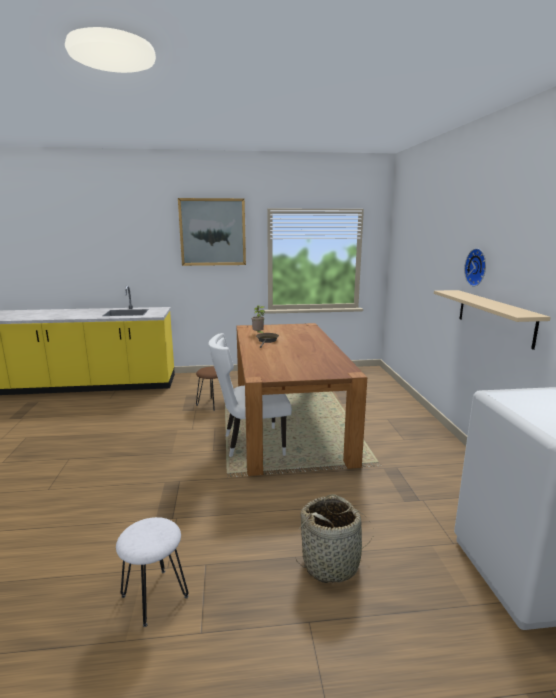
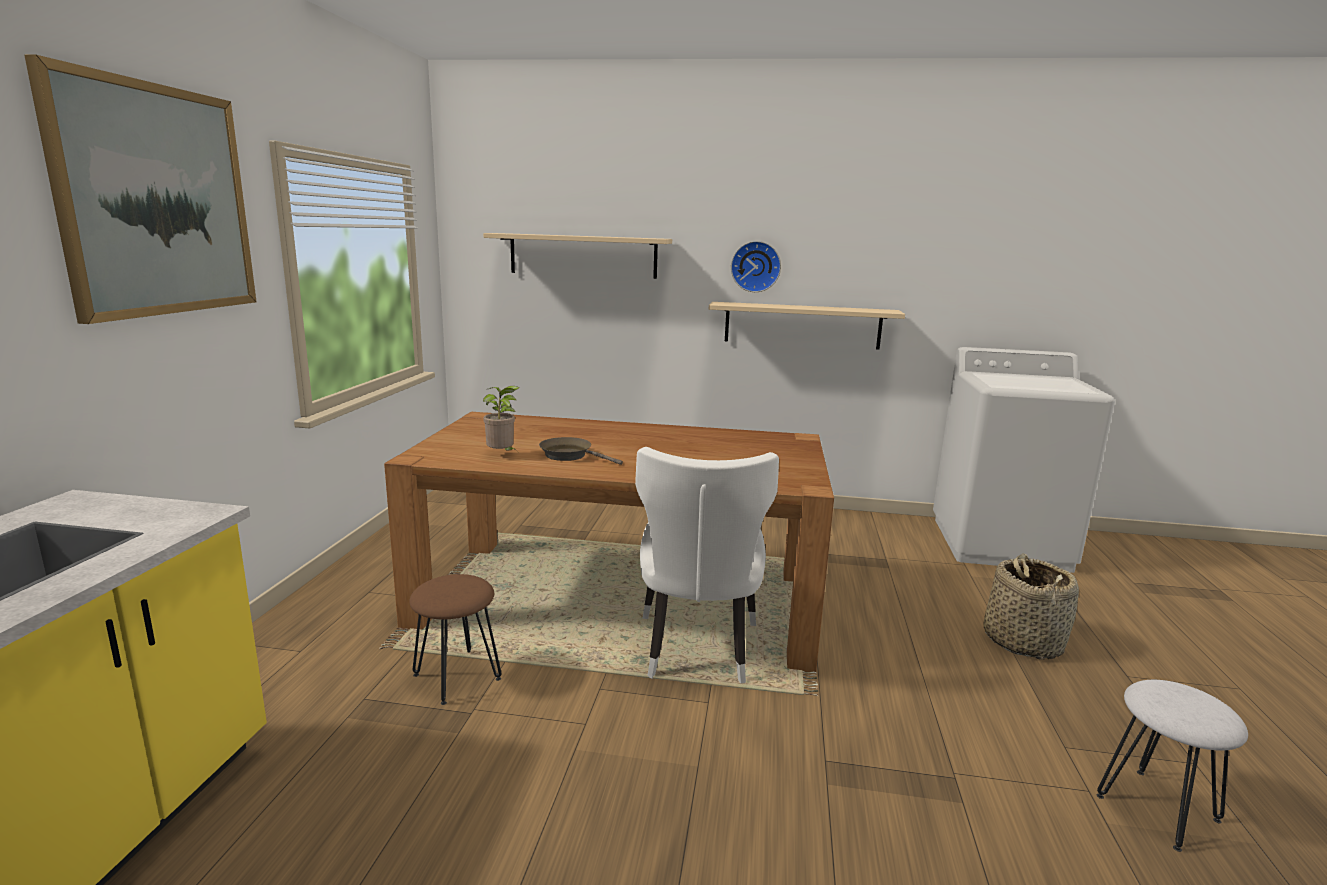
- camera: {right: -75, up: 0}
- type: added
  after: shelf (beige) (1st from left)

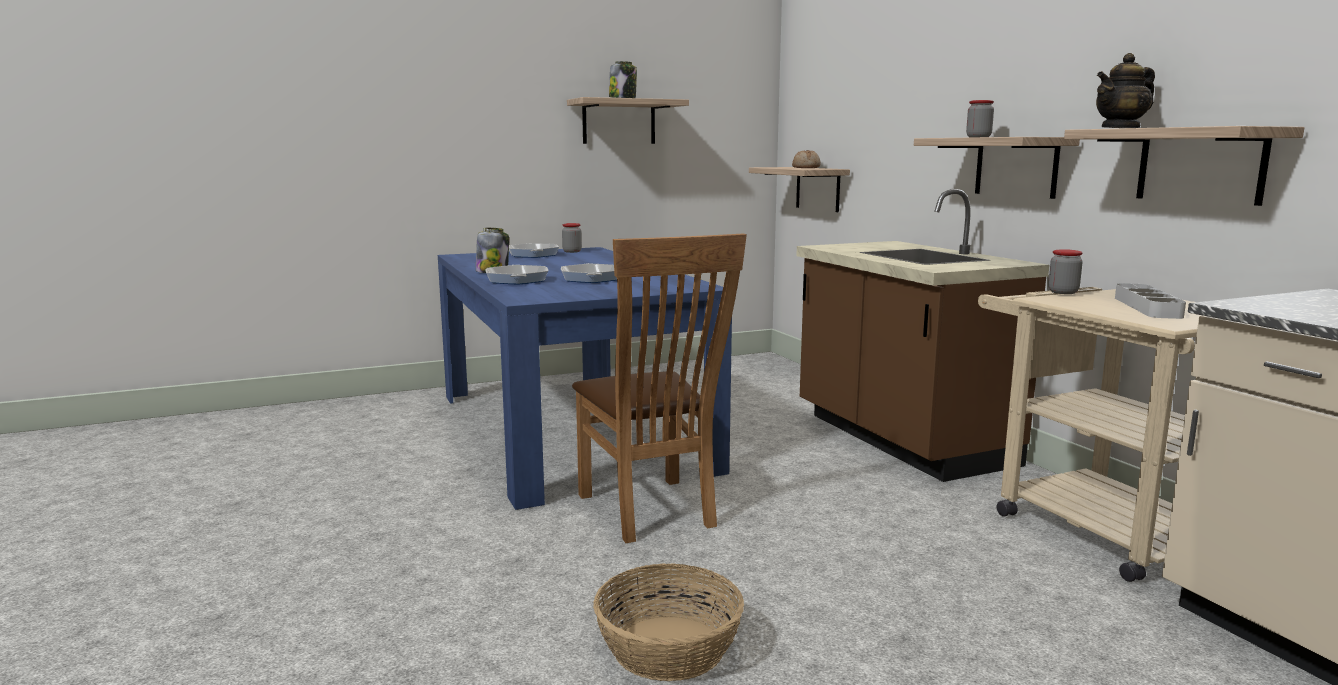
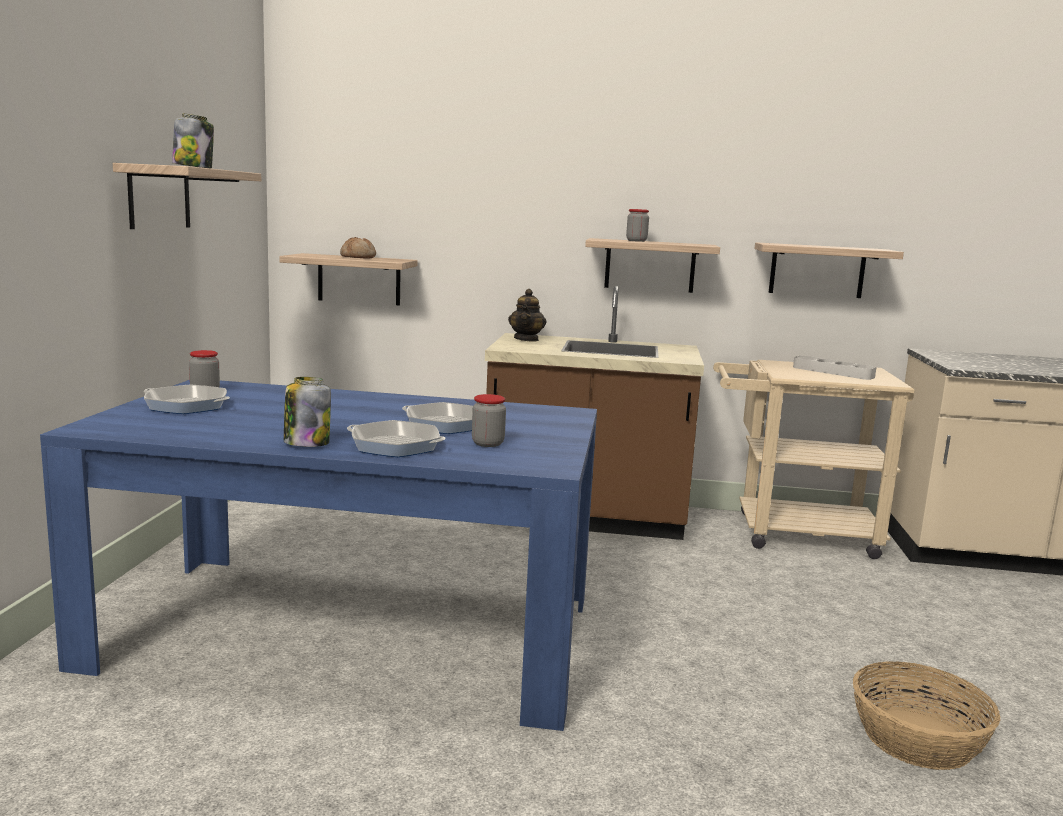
- camera: {right: -60, up: 0}
- type: moved
  before: teapot
- type: removed
  before: chair (brown)
- type: moved
  before: jar (5th from left in the first image)
  after: jar (4th from left)

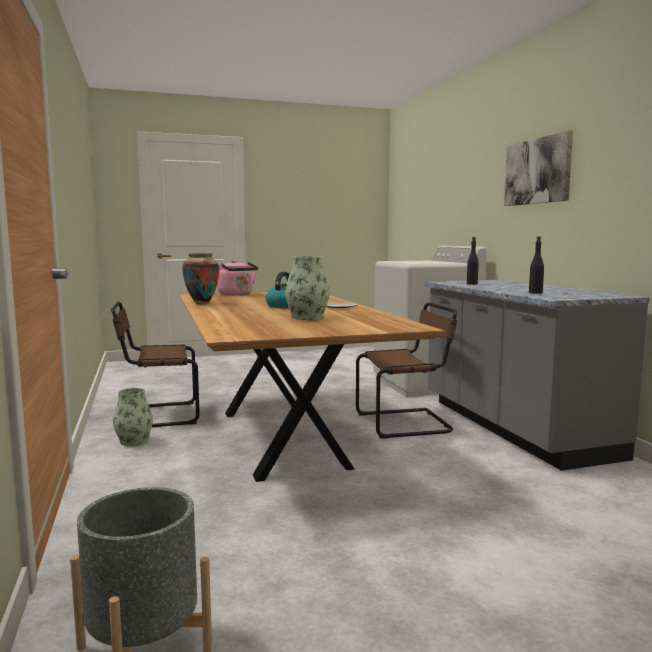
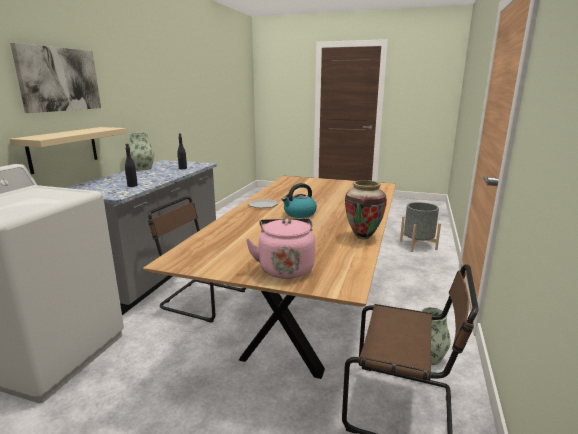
- camera: {right: -145, up: 10}
- type: moved
  before: vase (3rd from left in the first image)
  after: vase (1st from left)
- type: added
  after: shelf (beige)

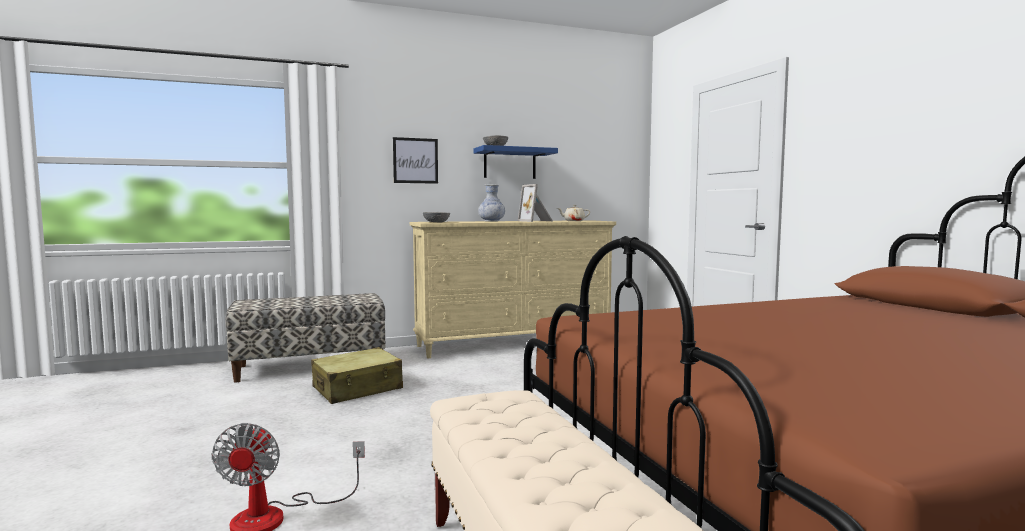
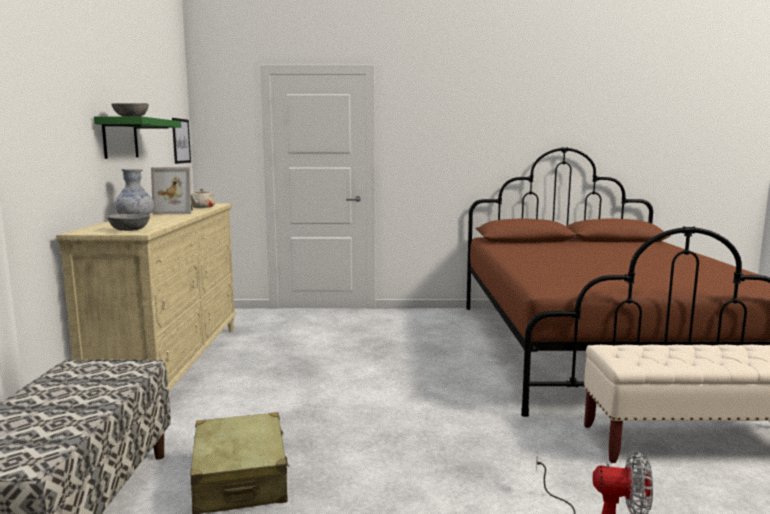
- camera: {right: -70, up: 5}
- type: moved
  before: picture
- type: recoloured
  before: shelf (blue)
  after: shelf (green)

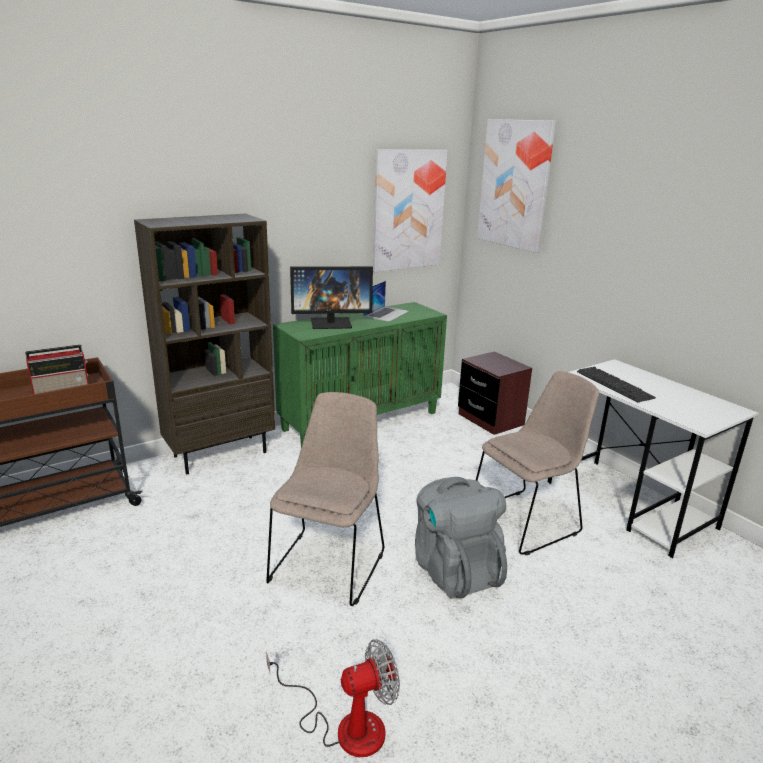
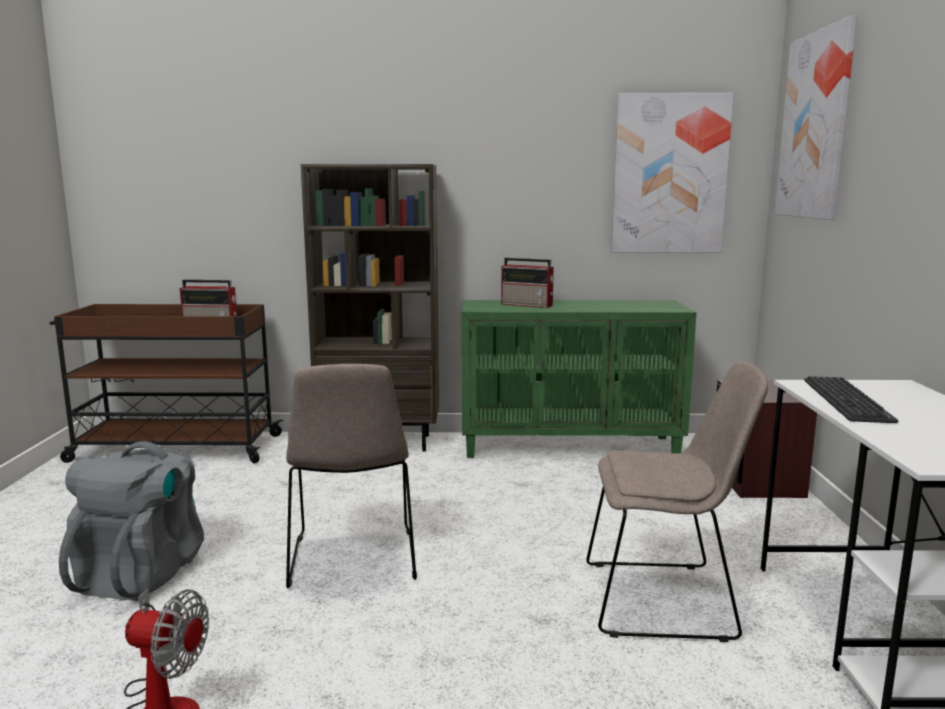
- camera: {right: 35, up: -10}
- type: replaced
  before: monitor
  after: radio (2nd from left)
- type: removed
  before: laptop
- type: turned
  before: chair (beige) (1st from left)
  turn: 120
- type: moved
  before: backpack (grey)

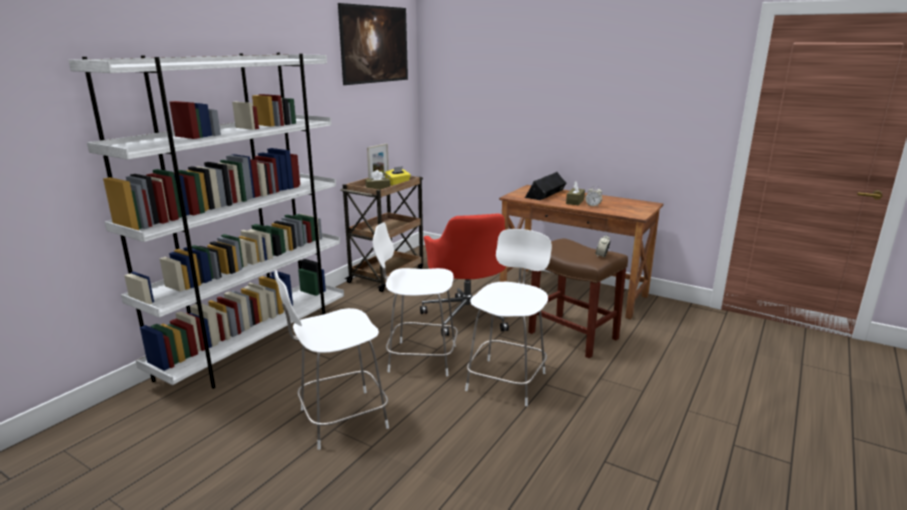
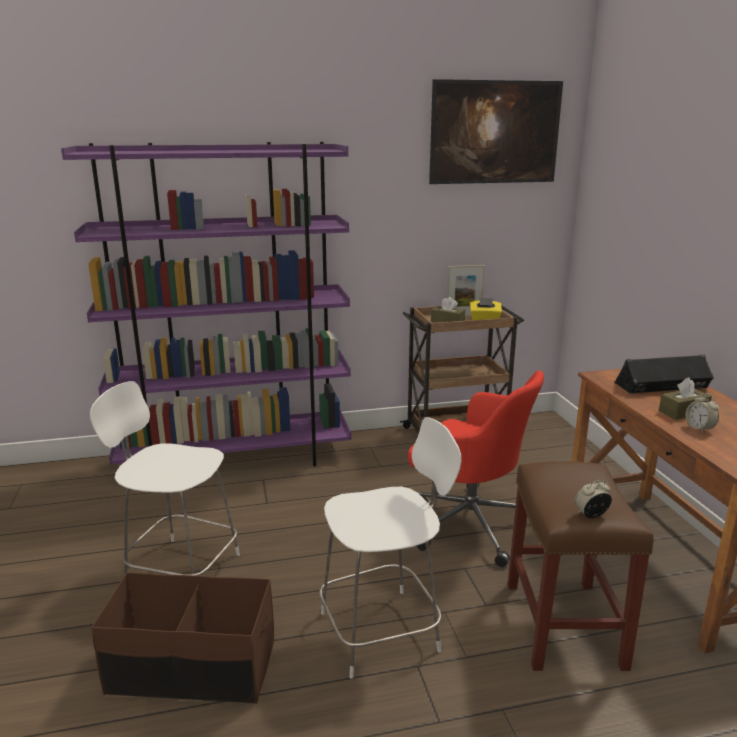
- camera: {right: 45, up: 0}
- type: recoloured
  before: bookcase (white)
  after: bookcase (purple)
- type: turned
  before: office chair (red)
  turn: -90
- type: removed
  before: chair (white) (2nd from left)
- type: added
  after: storage box (brown)

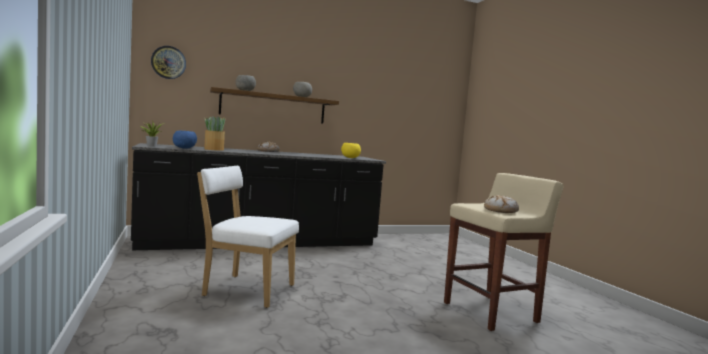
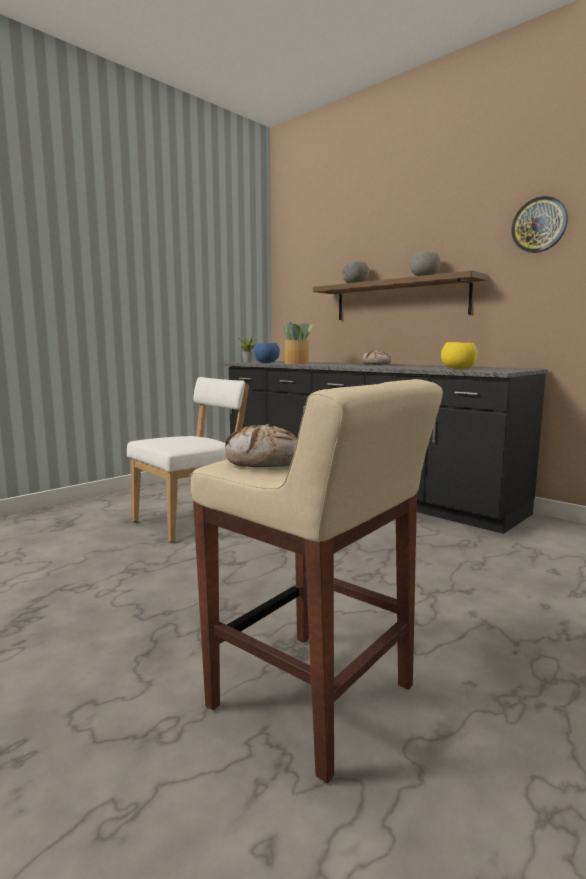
- camera: {right: 65, up: 5}
- type: moved
  before: wall clock
- type: turned
  before: chair (white)
  turn: 60

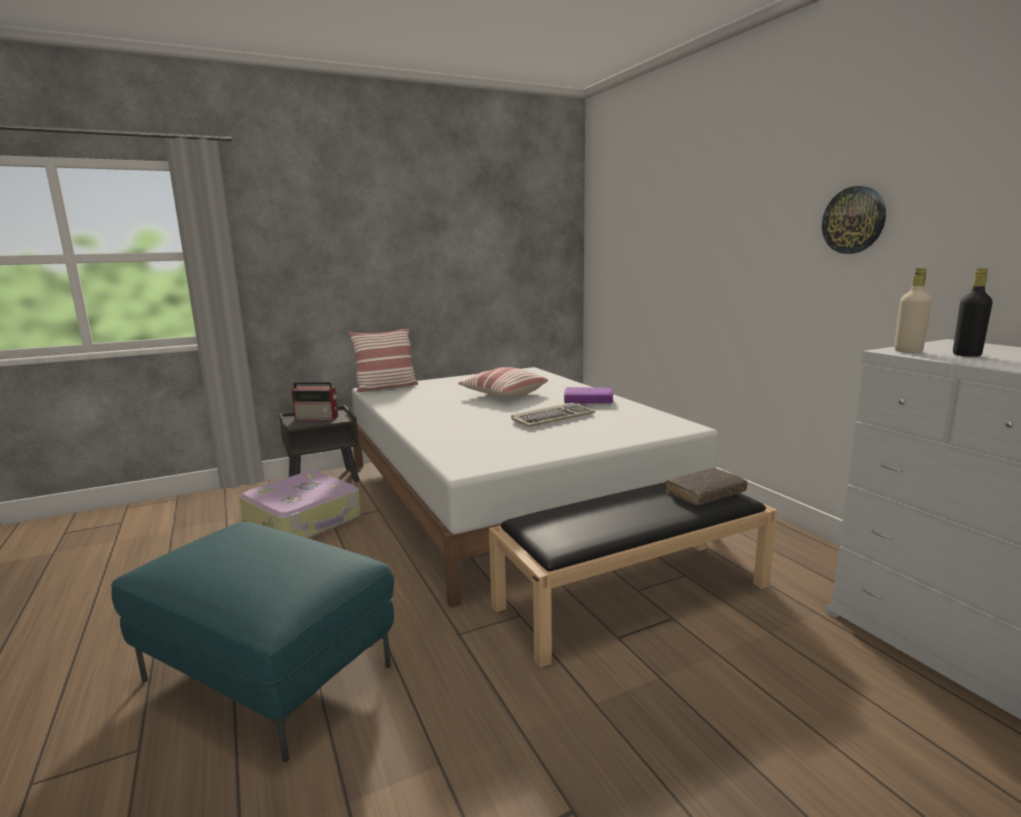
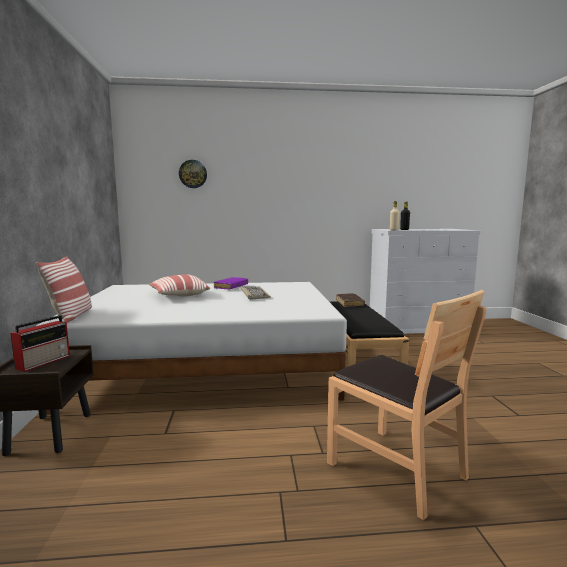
- camera: {right: -70, up: -5}
- type: moved
  before: wall clock
- type: removed
  before: suitcase
- type: replaced
  before: ottoman (turquoise)
  after: chair (brown)

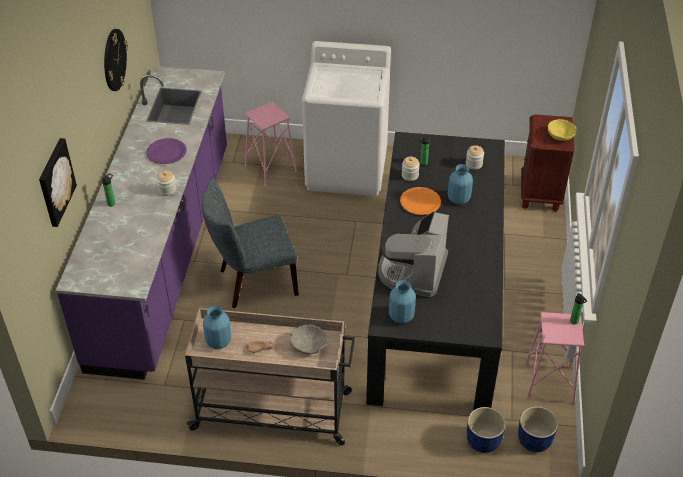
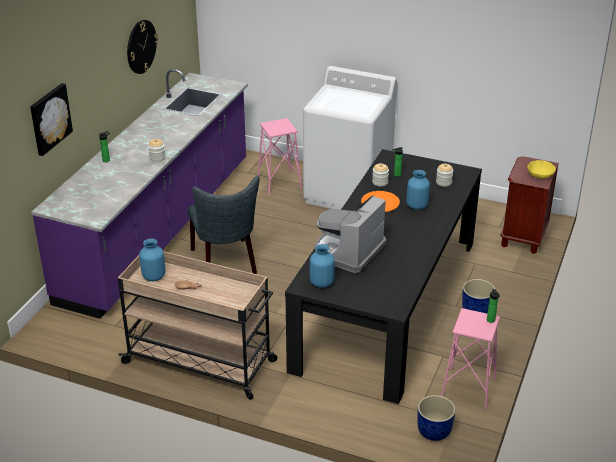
- camera: {right: 15, up: -10}
- type: removed
  before: plate (purple)
- type: turned
  before: chair (grey)
  turn: -105
- type: removed
  before: bowl (grey)
- type: moved
  before: planter (blue) (1st from left in the first image)
  after: planter (blue) (2nd from left)

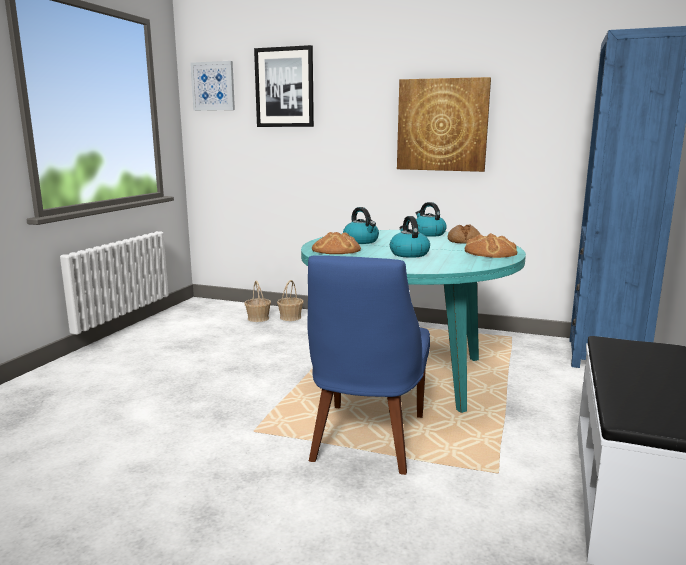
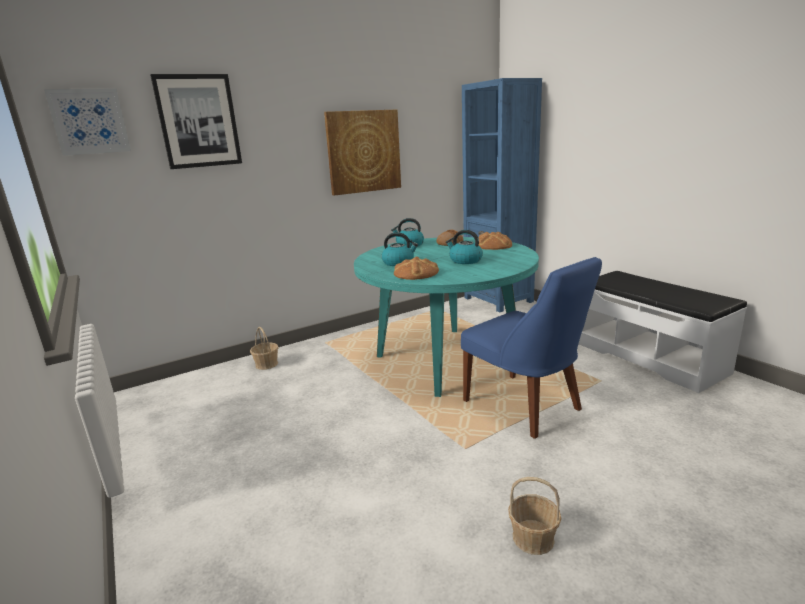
- camera: {right: -50, up: 5}
- type: moved
  before: basket (1st from left in the first image)
  after: basket (2nd from left)

